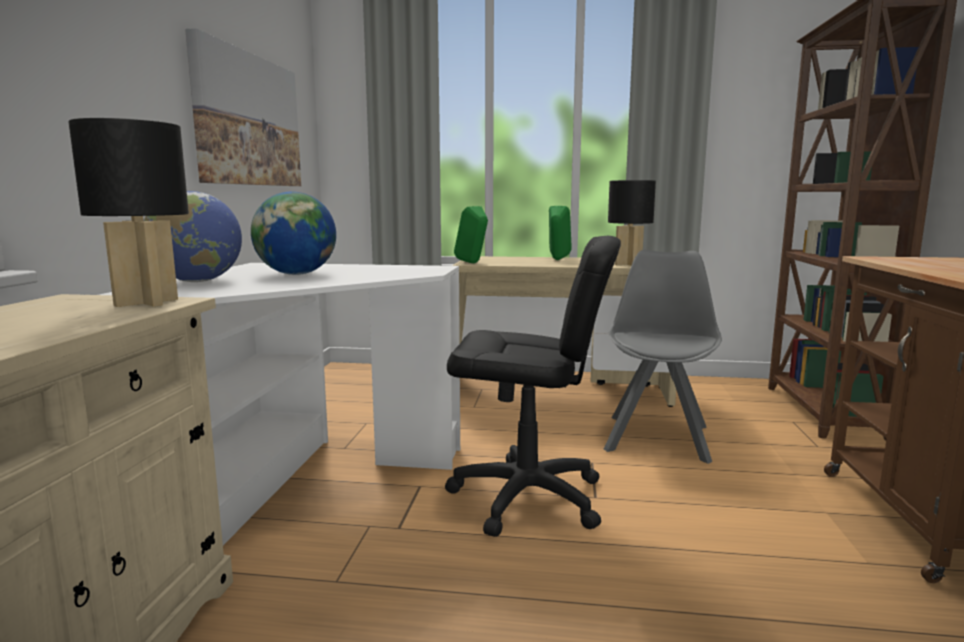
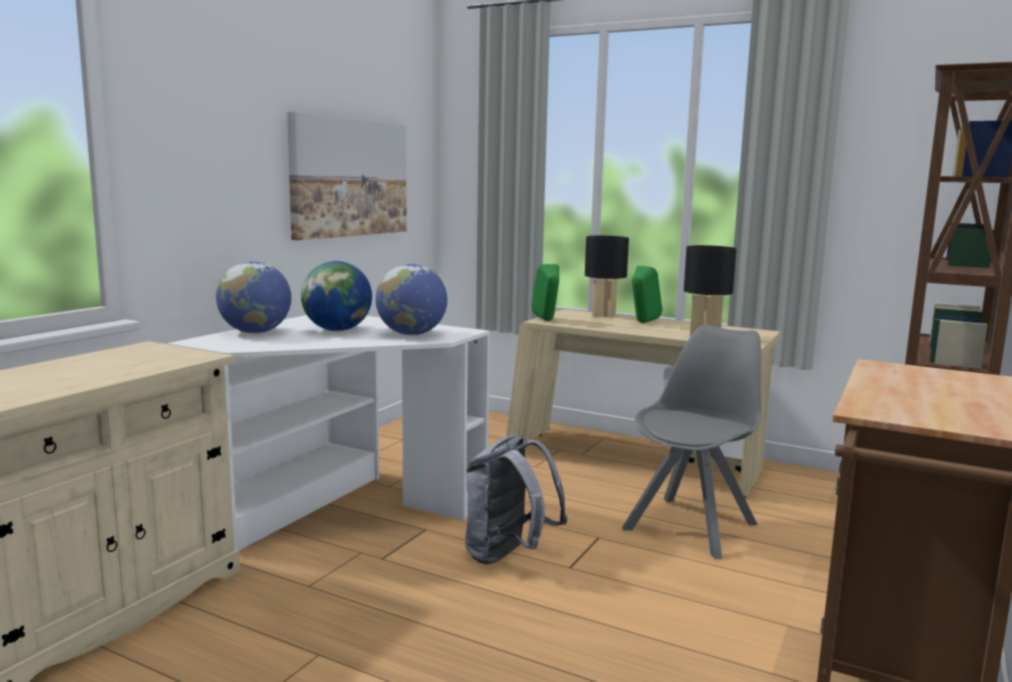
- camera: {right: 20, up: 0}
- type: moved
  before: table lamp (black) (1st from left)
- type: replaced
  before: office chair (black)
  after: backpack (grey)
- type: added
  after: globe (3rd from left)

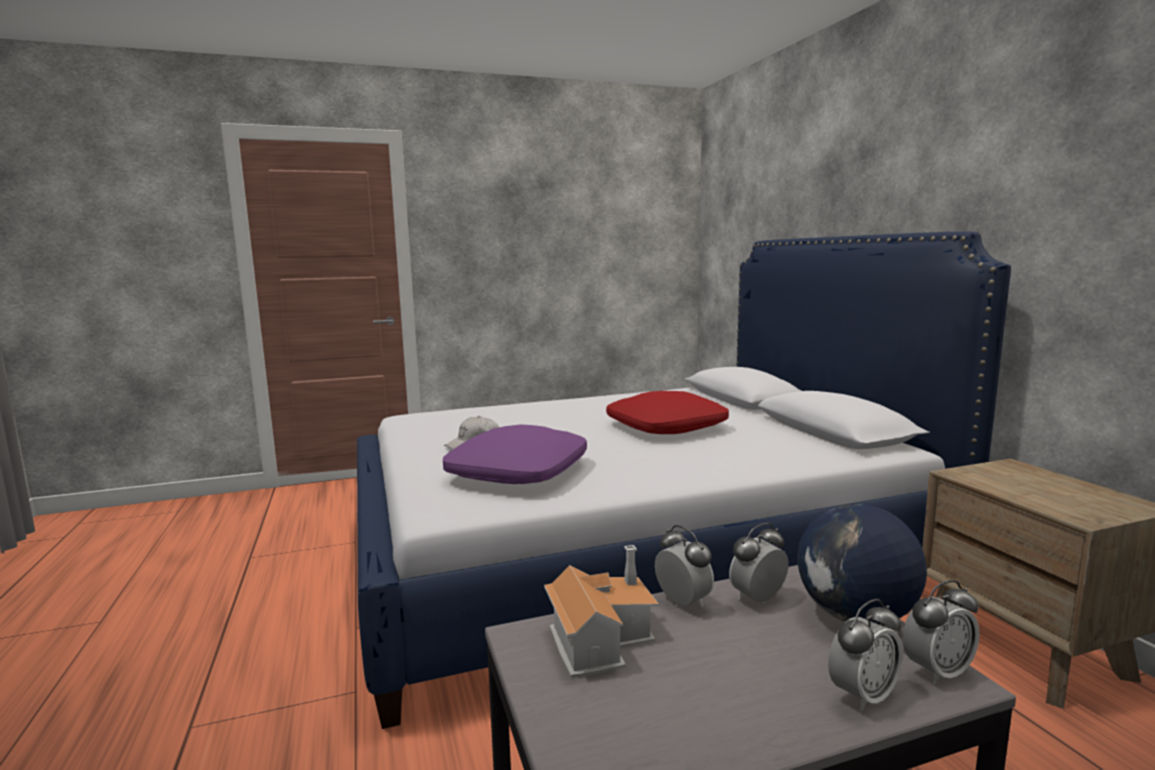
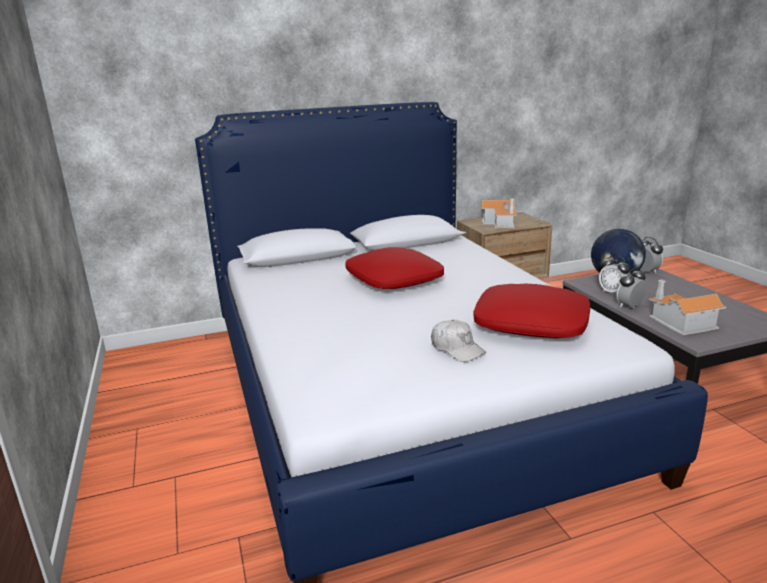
- camera: {right: -90, up: 10}
- type: recoloured
  before: pillow (purple)
  after: pillow (red) (2nd from left)
- type: removed
  before: alarm clock (3rd from left)
- type: added
  after: toy house (1st from left)

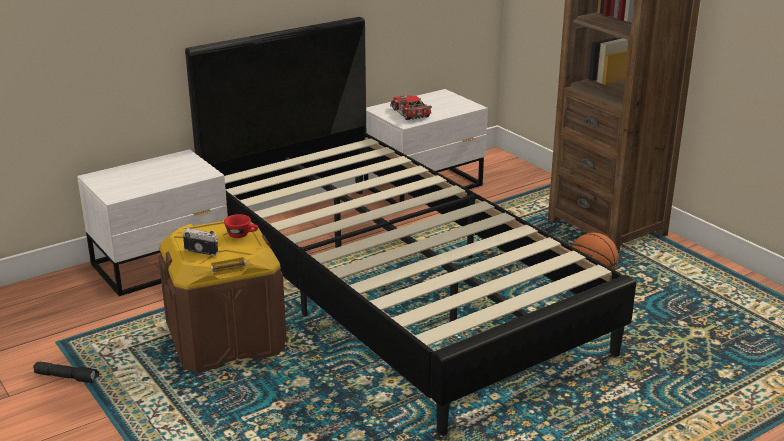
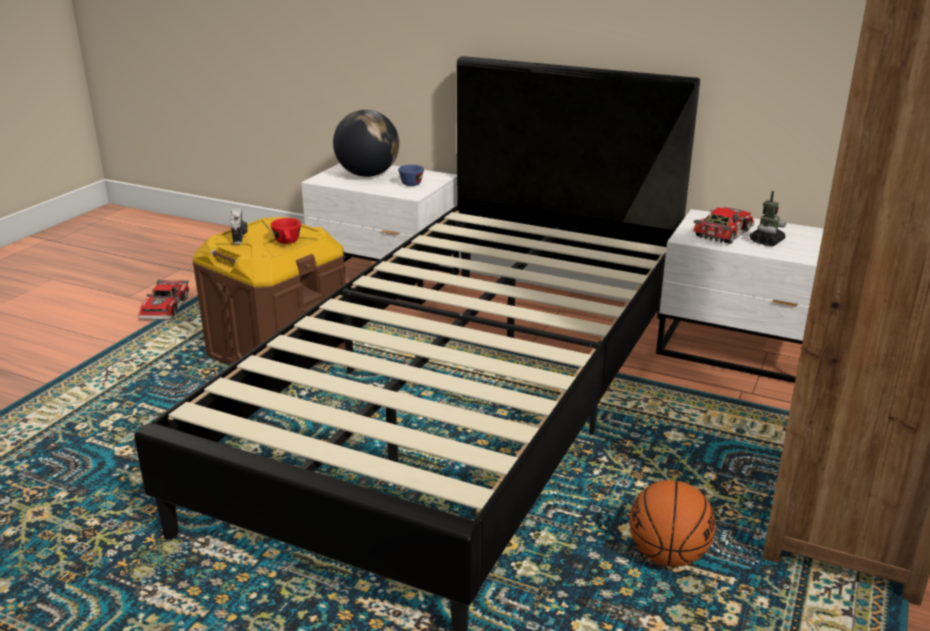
- camera: {right: 60, up: 0}
- type: replaced
  before: flashlight (black)
  after: toy car (1st from left)
- type: added
  after: globe
- type: added
  after: cup (blue)
- type: added
  after: toy robot

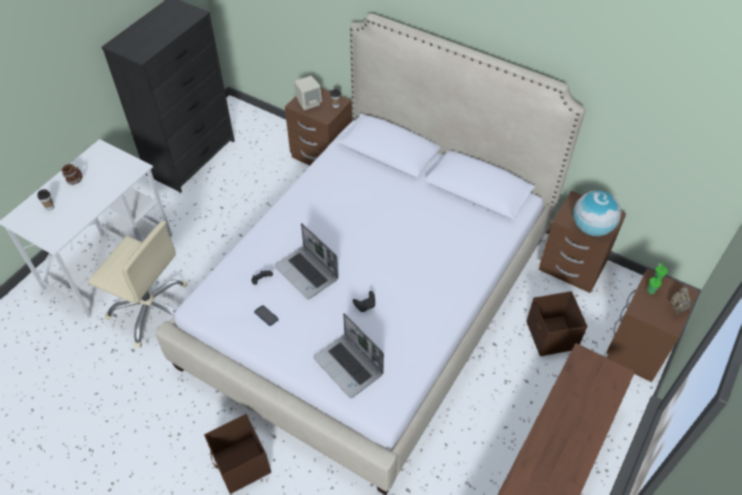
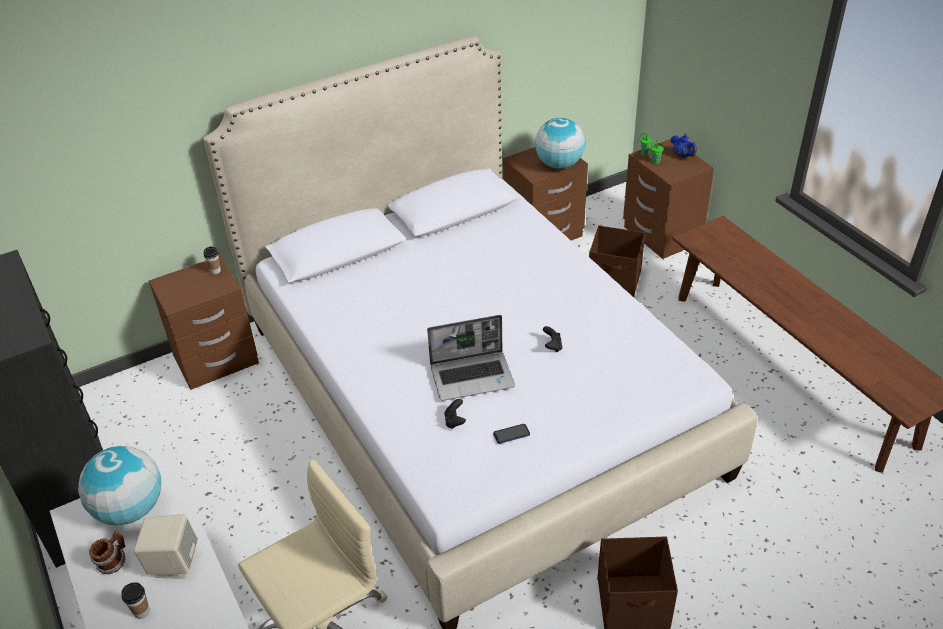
- camera: {right: -60, up: -10}
- type: moved
  before: speaker (beige)
- type: recoloured
  before: teapot (beige)
  after: teapot (blue)
- type: removed
  before: laptop (2nd from left)
- type: added
  after: globe (1st from left)

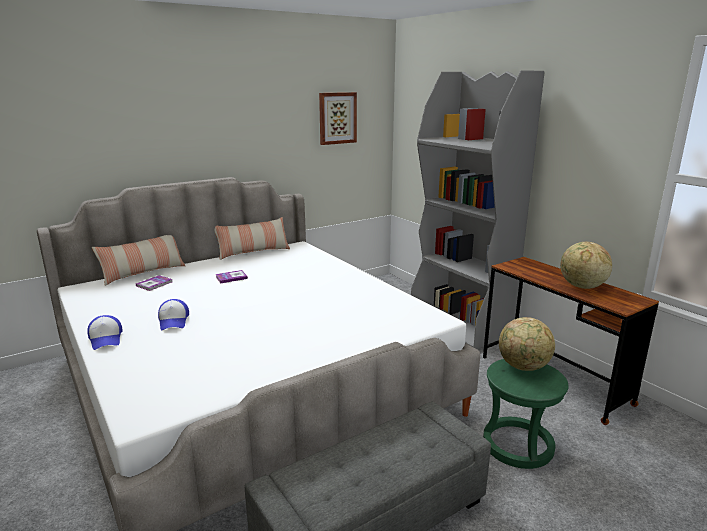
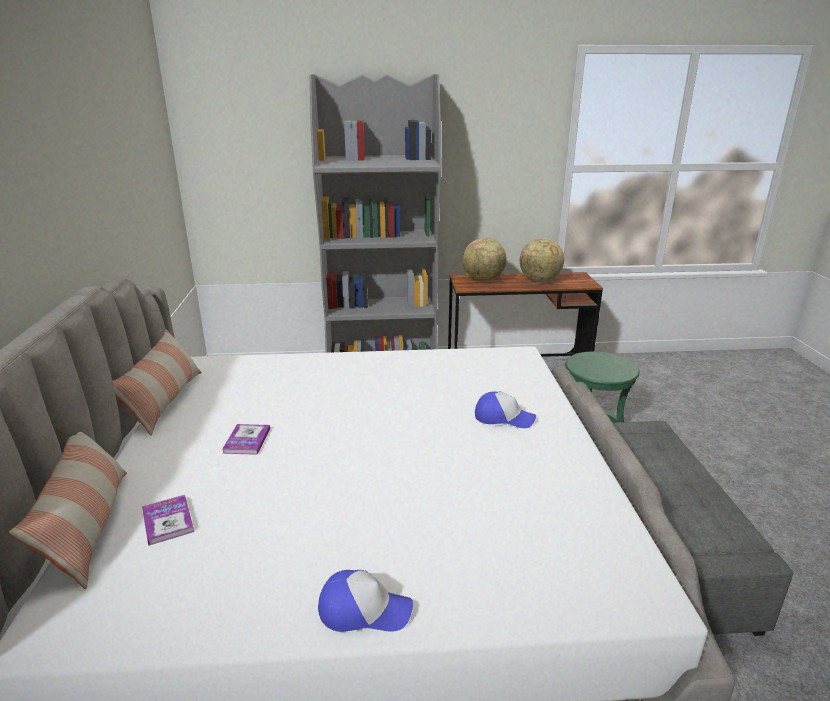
- camera: {right: -60, up: 5}
- type: removed
  before: picture
- type: moved
  before: cap (2nd from left)
- type: moved
  before: globe (1st from left)

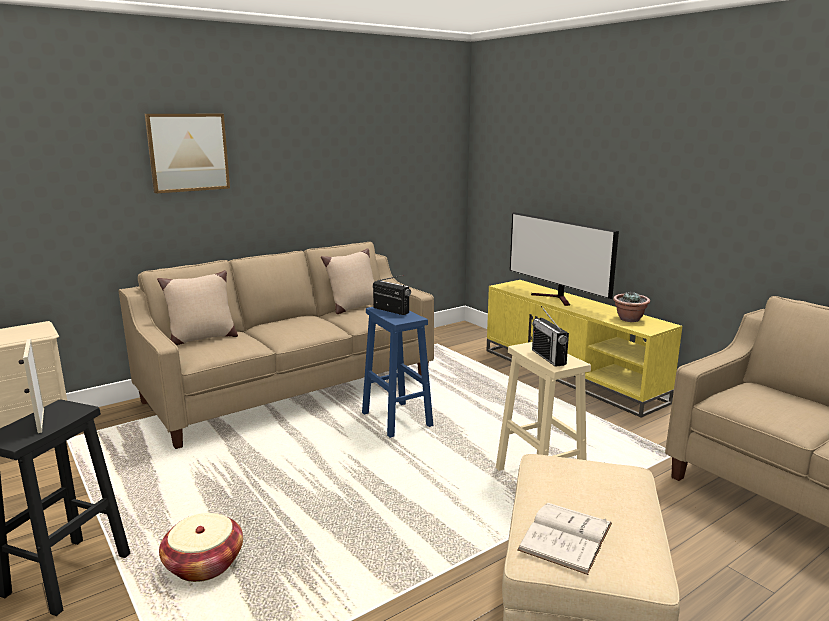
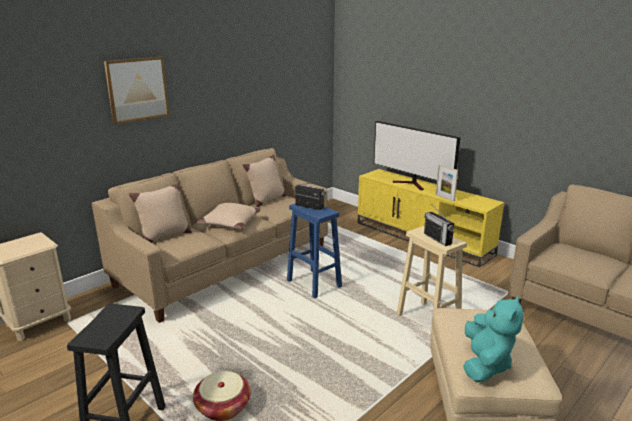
- camera: {right: -10, up: 5}
- type: removed
  before: potted plant
- type: moved
  before: picture frame
- type: replaced
  before: book (white)
  after: plush toy (turquoise)
- type: added
  after: pillow (beige) (2nd from left)

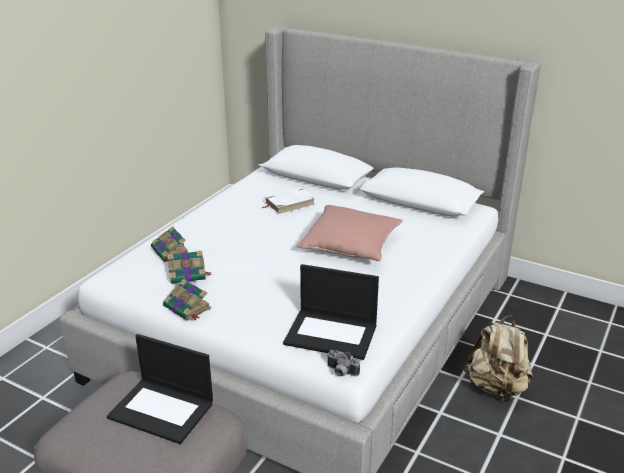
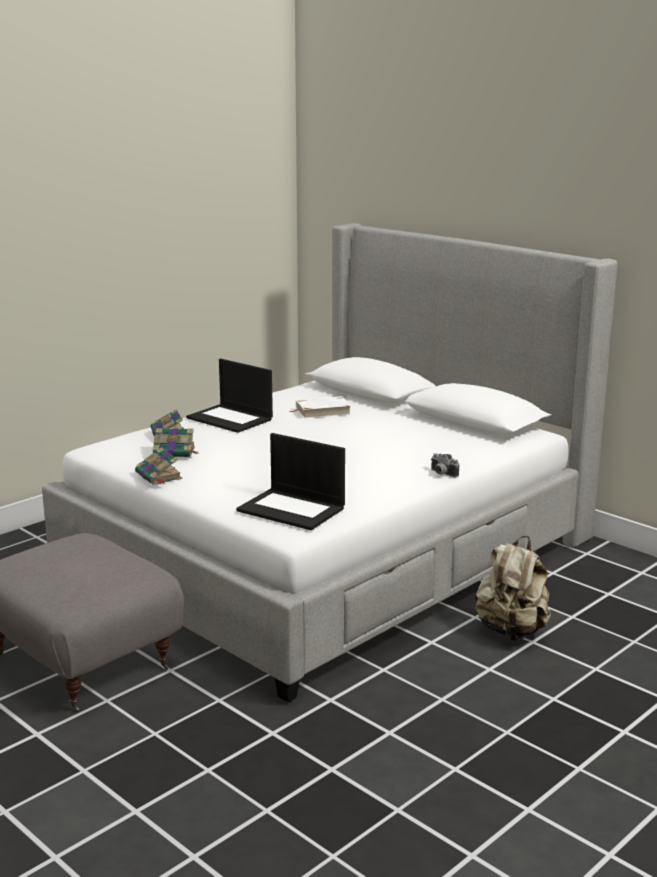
- camera: {right: 15, up: -10}
- type: removed
  before: pillow (pink)
- type: moved
  before: laptop (1st from left)
- type: moved
  before: photo camera

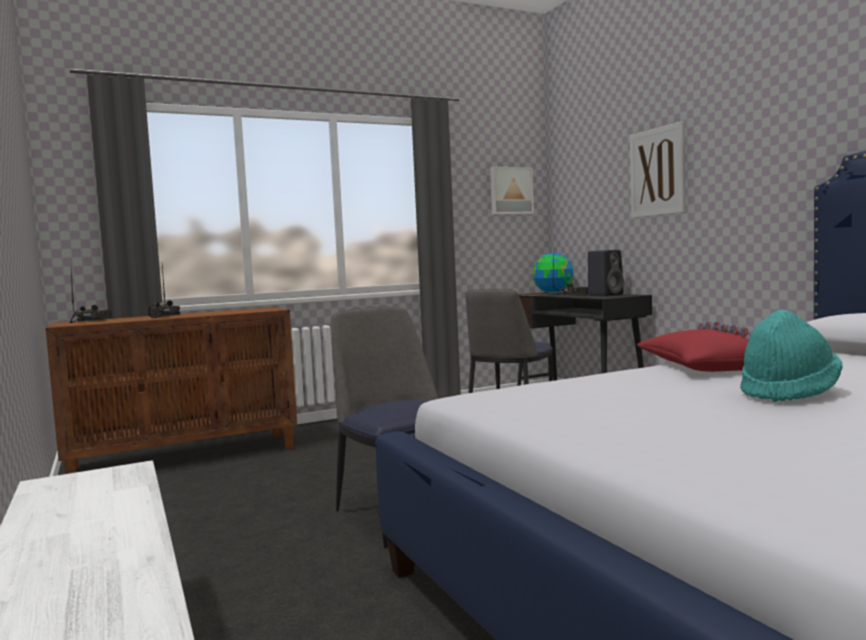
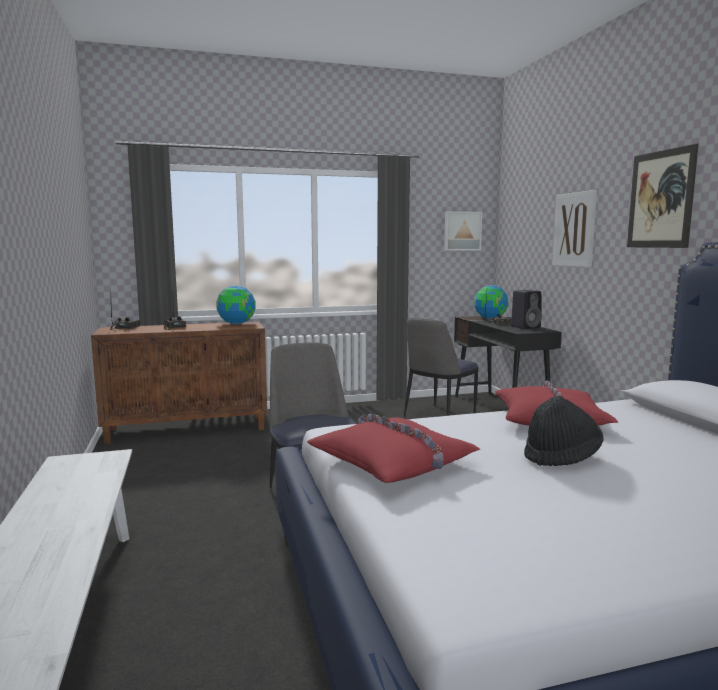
- camera: {right: 10, up: 5}
- type: recoloured
  before: hat (turquoise)
  after: hat (black)
- type: added
  after: picture (3rd from left)
- type: added
  after: globe (1st from left)
- type: added
  after: pillow (red) (1st from left)

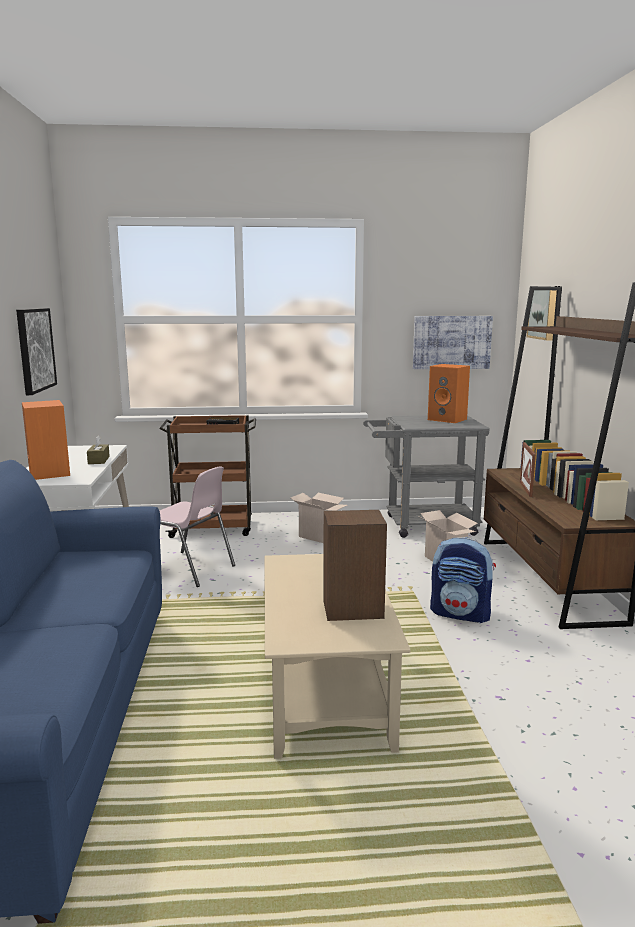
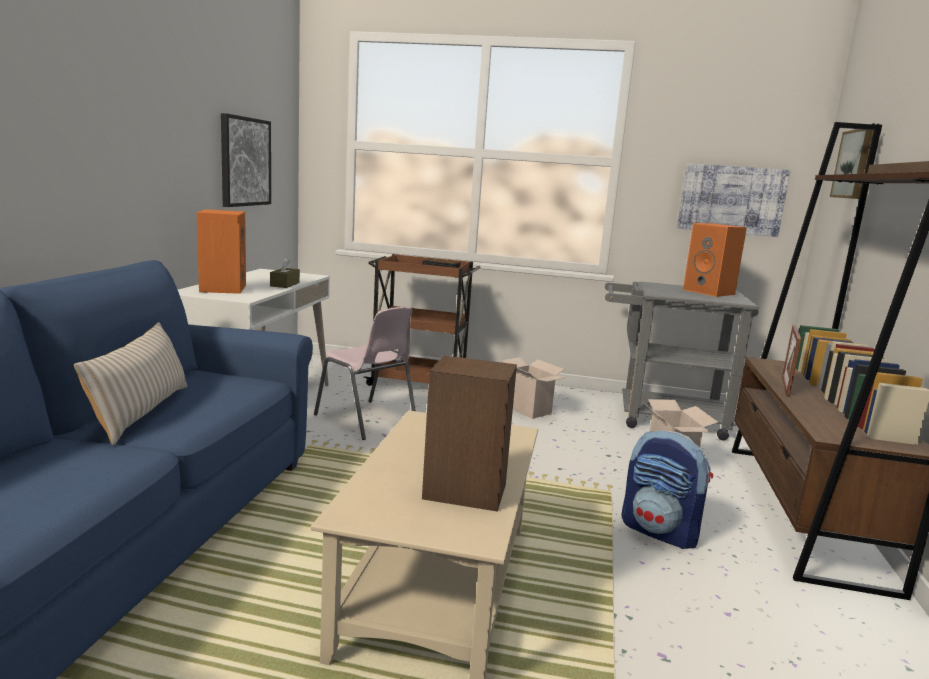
- camera: {right: 15, up: 0}
- type: added
  after: pillow (beige)

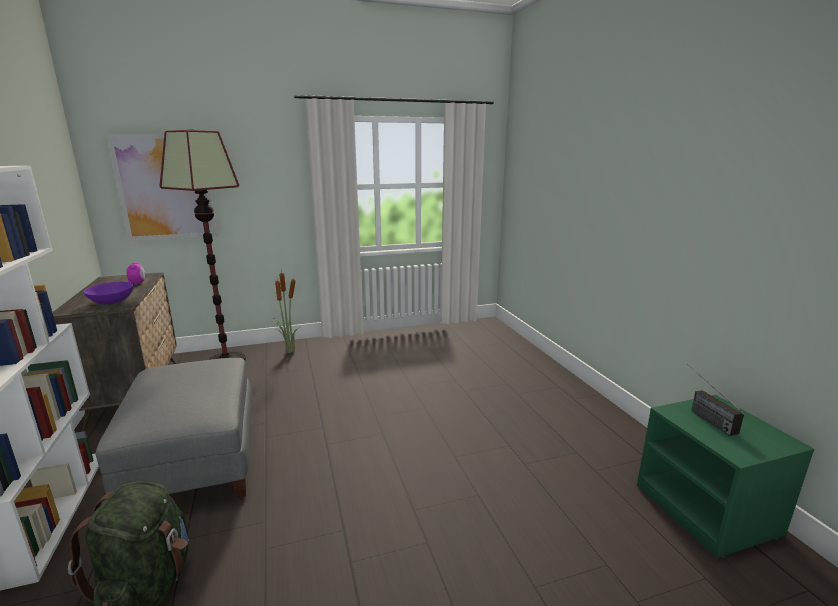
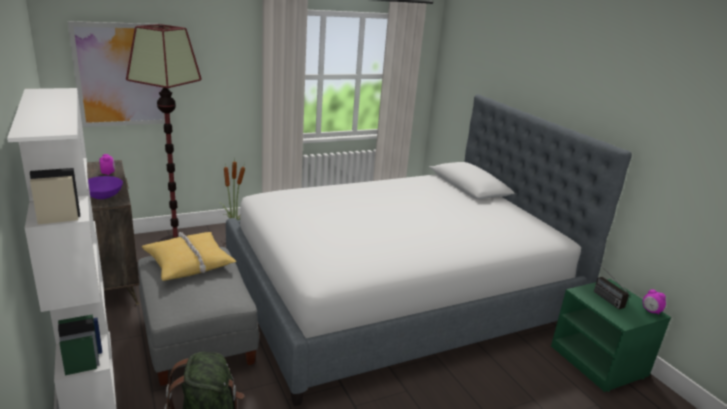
- camera: {right: -10, up: 5}
- type: added
  after: bed
- type: added
  after: pillow (yellow)
- type: added
  after: alarm clock (2nd from left)

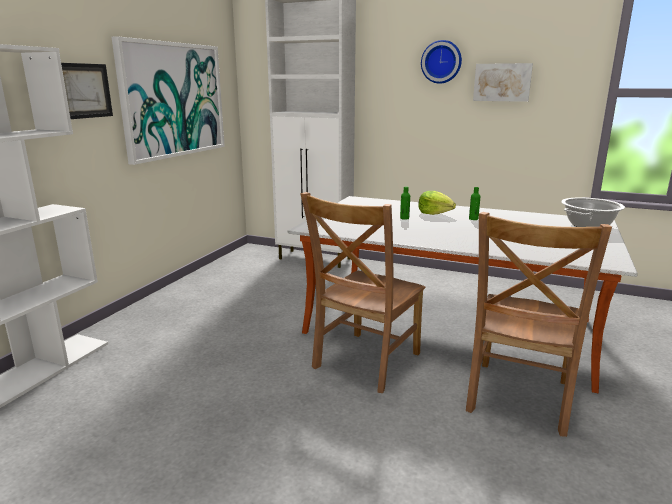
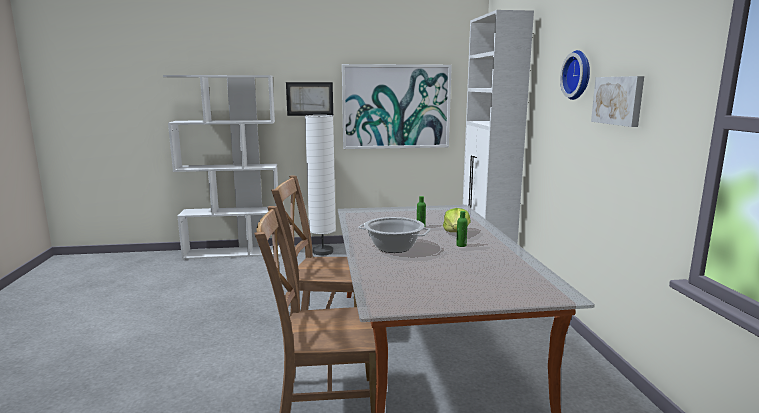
- camera: {right: 60, up: -5}
- type: moved
  before: cooking pot
- type: added
  after: floor lamp (white)

